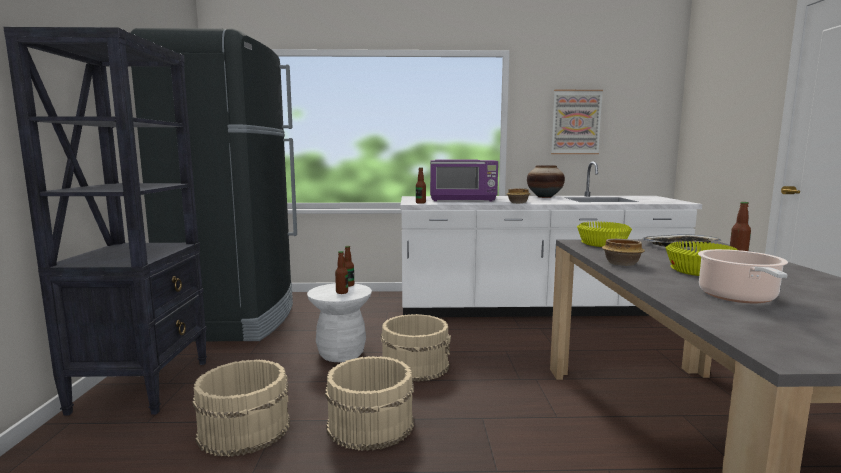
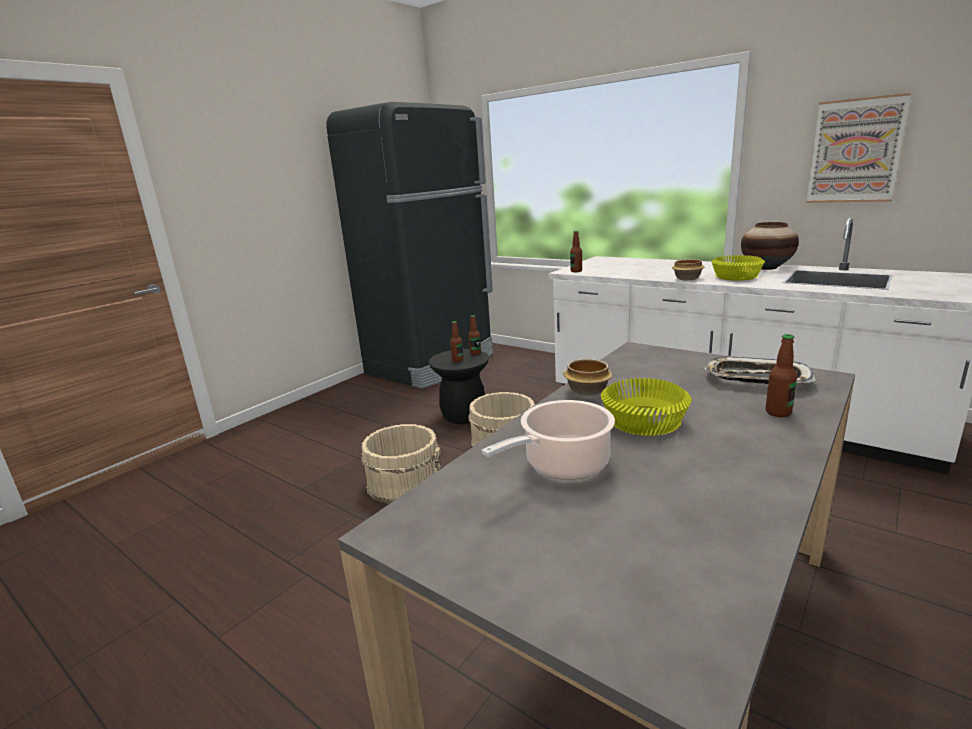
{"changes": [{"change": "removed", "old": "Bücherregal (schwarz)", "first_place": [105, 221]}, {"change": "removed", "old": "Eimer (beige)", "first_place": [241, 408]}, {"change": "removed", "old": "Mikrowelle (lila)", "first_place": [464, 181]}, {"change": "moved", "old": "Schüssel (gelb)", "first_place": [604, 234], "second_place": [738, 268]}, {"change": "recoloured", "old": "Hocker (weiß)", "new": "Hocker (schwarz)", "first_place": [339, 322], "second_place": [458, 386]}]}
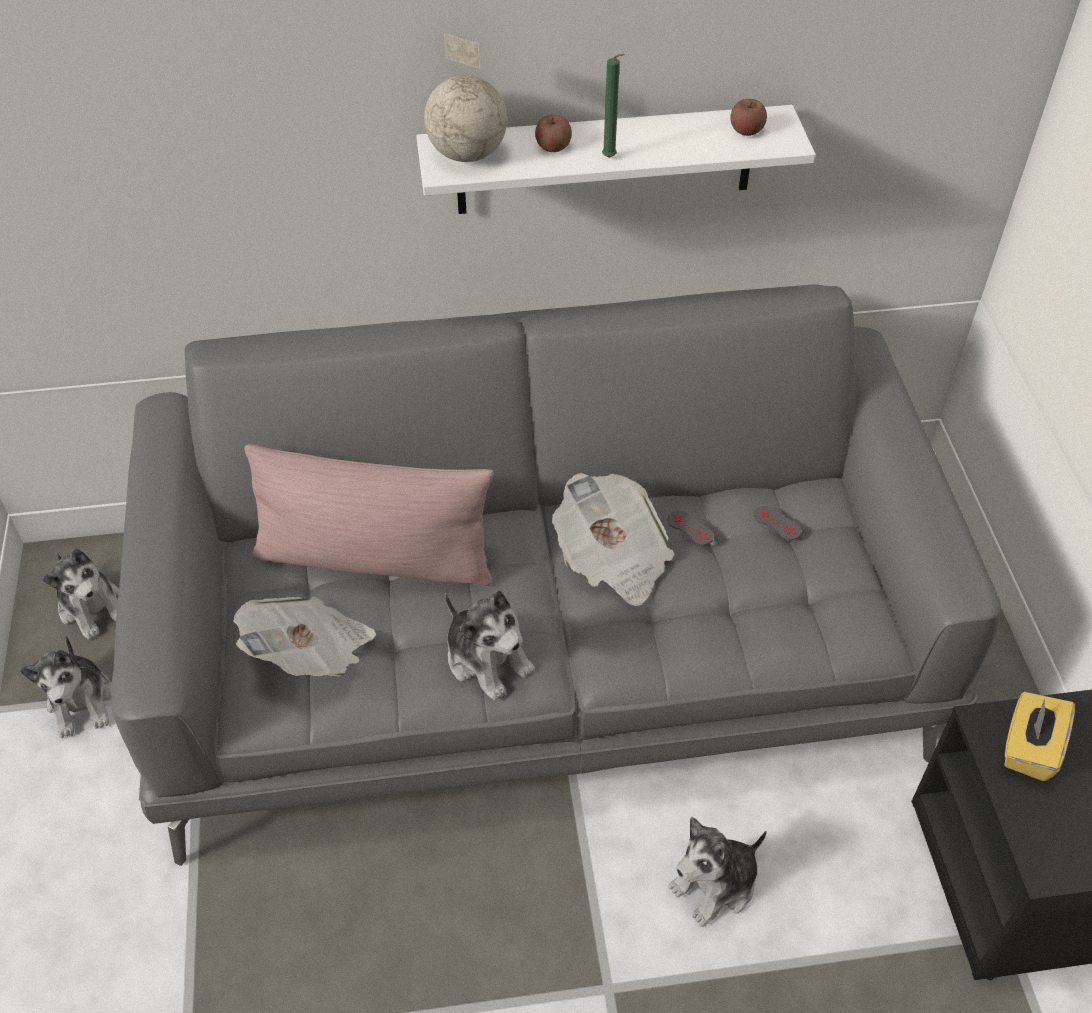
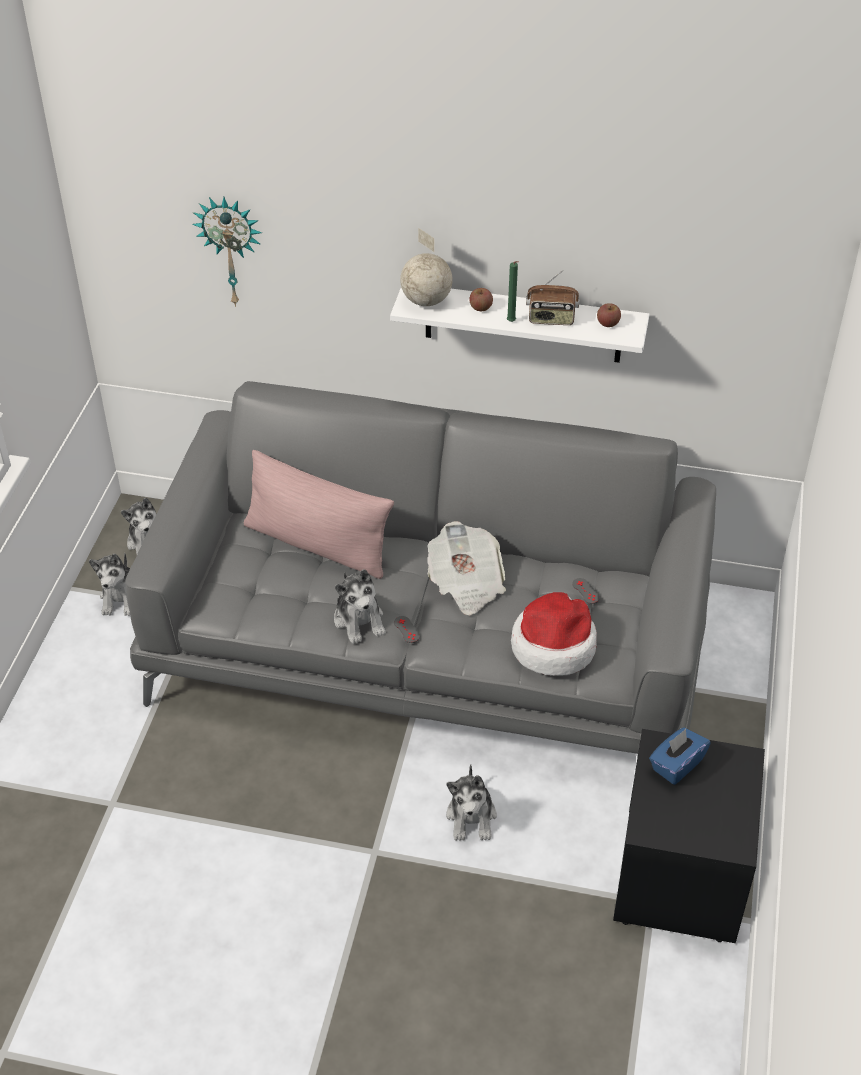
{"changes": [{"change": "removed", "old": "Zeitung", "first_place": [304, 637]}, {"change": "added", "new": "Wanduhr", "second_place": [227, 252]}, {"change": "added", "new": "Hut", "second_place": [554, 634]}, {"change": "added", "new": "Radio", "second_place": [552, 297]}, {"change": "moved", "old": "Gamepad (grau)", "first_place": [690, 528], "second_place": [407, 629]}, {"change": "recoloured", "old": "Taschentuchbox (gelb)", "new": "Taschentuchbox (blau)", "first_place": [1039, 736], "second_place": [680, 756]}, {"change": "turned", "old": "Plüschtier", "first_place": [718, 872], "second_place": [471, 802], "degrees": -75}]}
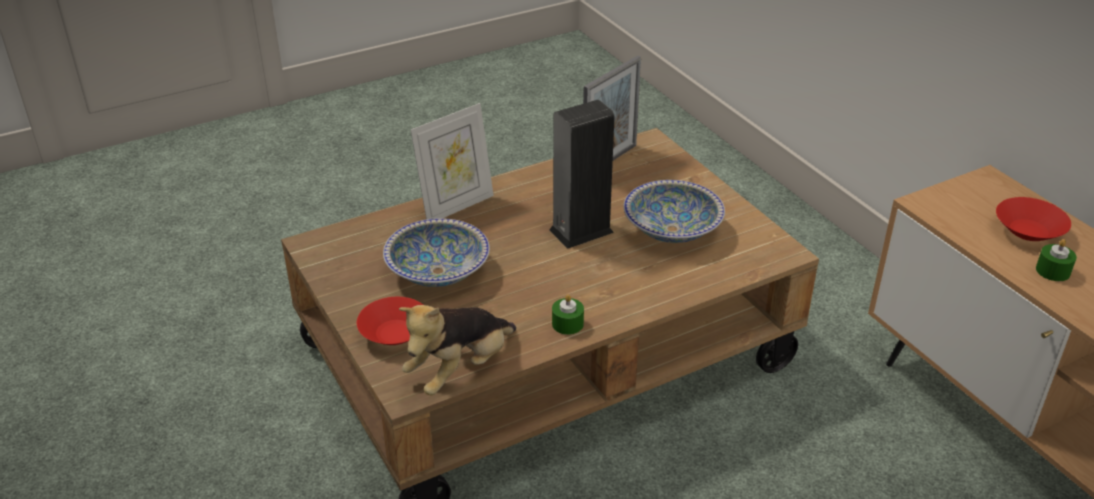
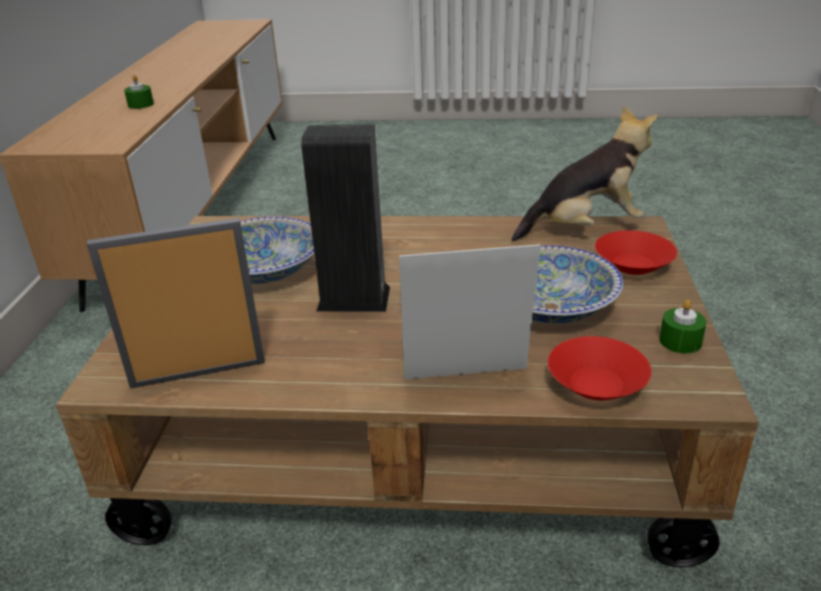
{"changes": [{"change": "moved", "old": "Kerze (grün)", "first_place": [568, 314], "second_place": [683, 327]}, {"change": "moved", "old": "Schüssel (rot)", "first_place": [1033, 219], "second_place": [599, 368]}]}
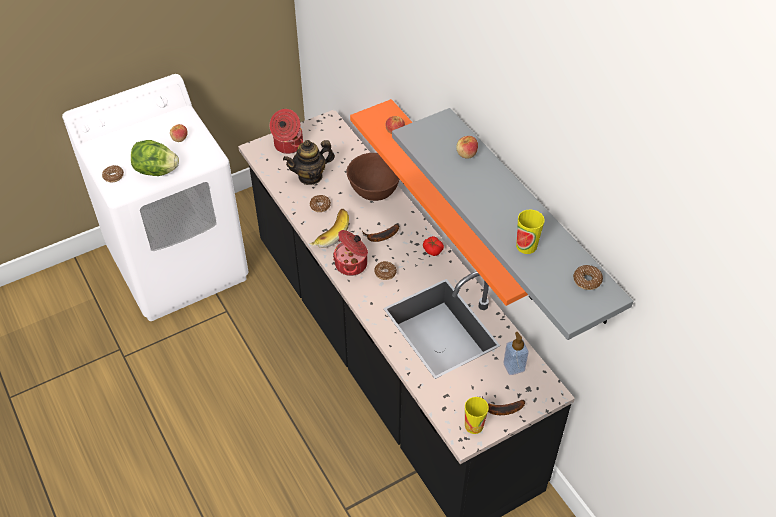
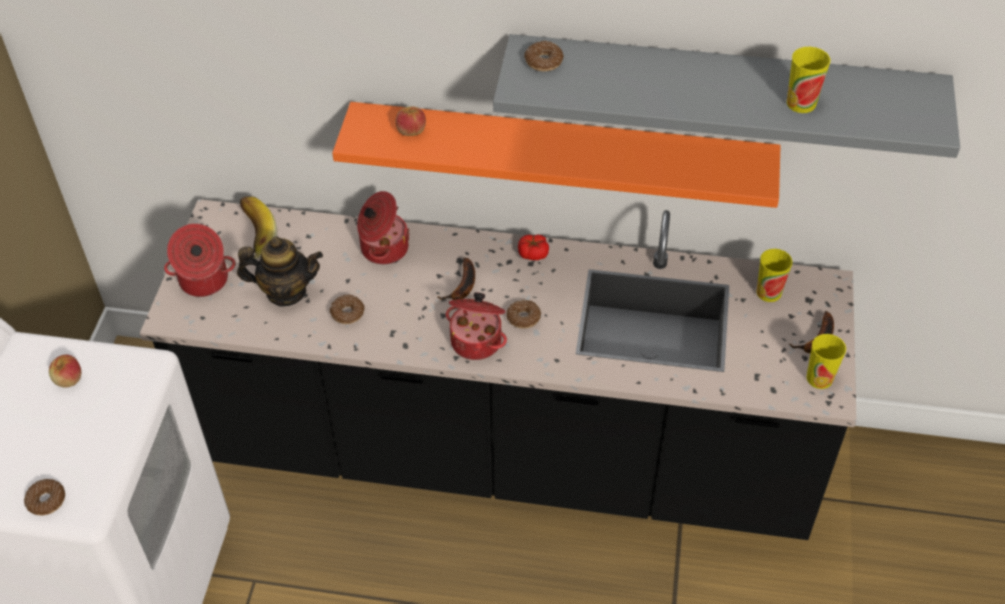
{"changes": [{"change": "removed", "old": "Salatkopf", "first_place": [155, 158]}, {"change": "removed", "old": "Apfel", "first_place": [467, 147]}, {"change": "moved", "old": "Banane", "first_place": [329, 228], "second_place": [258, 227]}, {"change": "moved", "old": "Donut", "first_place": [588, 277], "second_place": [544, 56]}, {"change": "replaced", "old": "Schüssel (braun)", "new": "Kochtopf", "first_place": [373, 177], "second_place": [383, 227]}, {"change": "replaced", "old": "Seifenspender", "new": "Tasse", "first_place": [516, 353], "second_place": [775, 275]}, {"change": "turned", "old": "Teekanne", "first_place": [309, 162], "second_place": [280, 271], "degrees": -105}]}
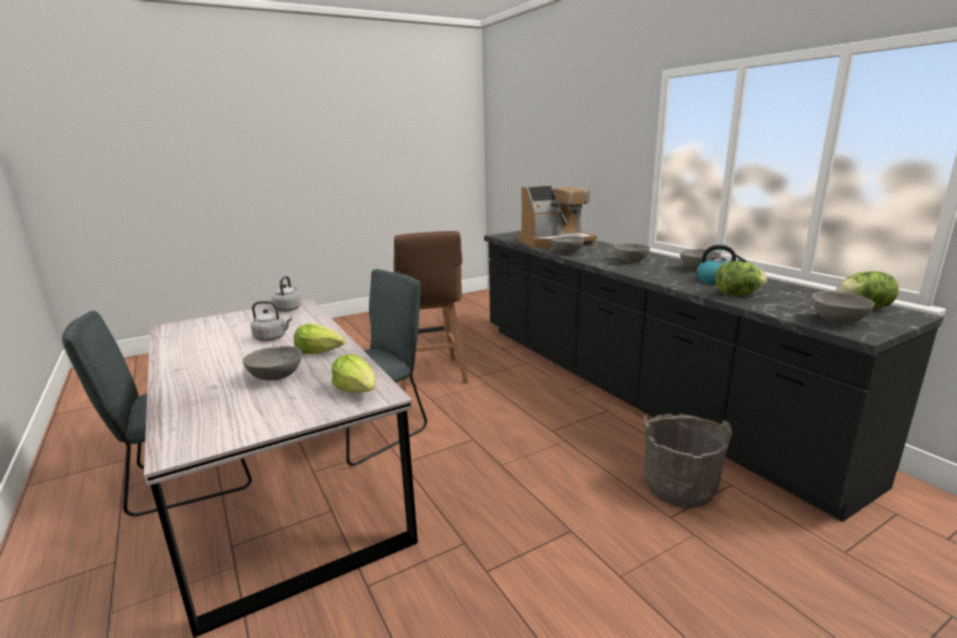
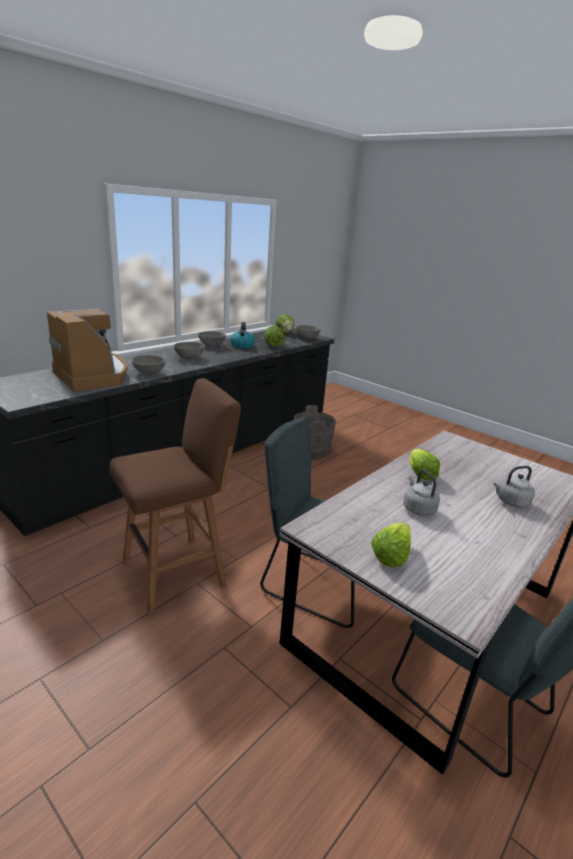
{"changes": [{"change": "removed", "old": "Schüssel (grau)", "first_place": [272, 363]}, {"change": "moved", "old": "Wasserkessel (grau)", "first_place": [286, 294], "second_place": [514, 487]}, {"change": "moved", "old": "Salatkopf", "first_place": [353, 373], "second_place": [391, 545]}]}
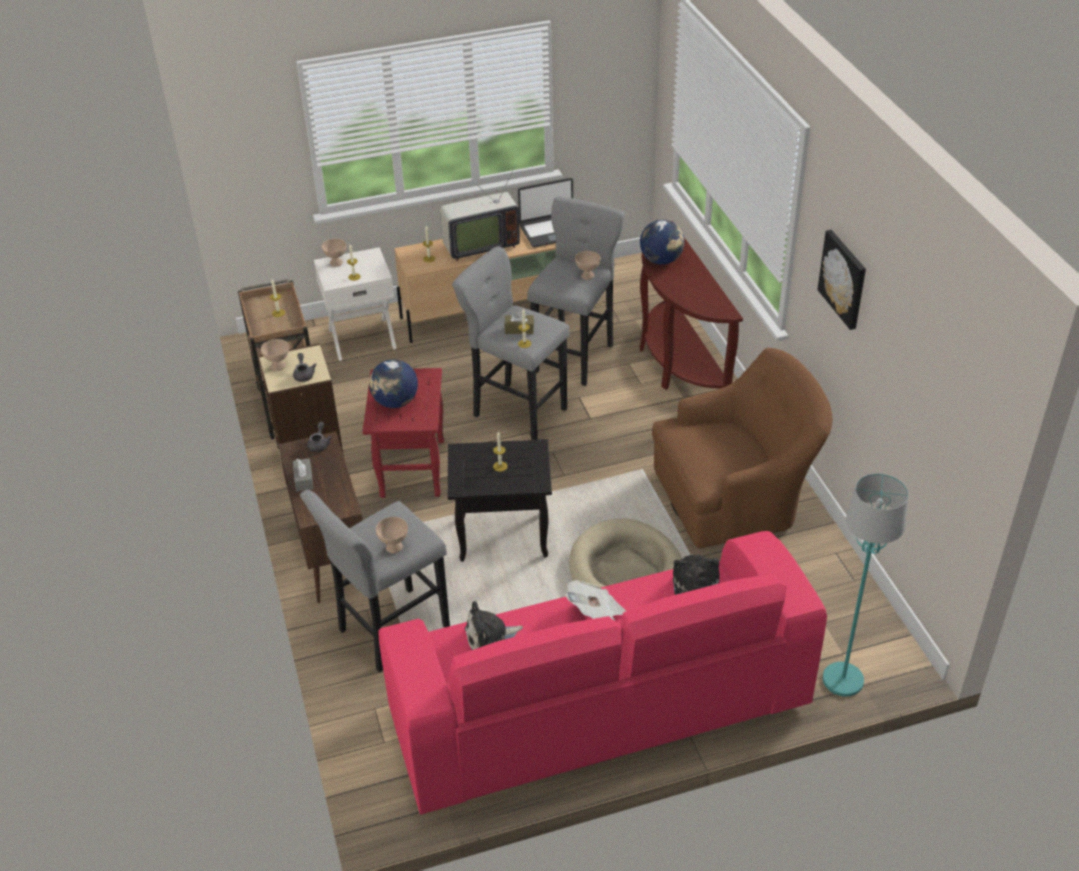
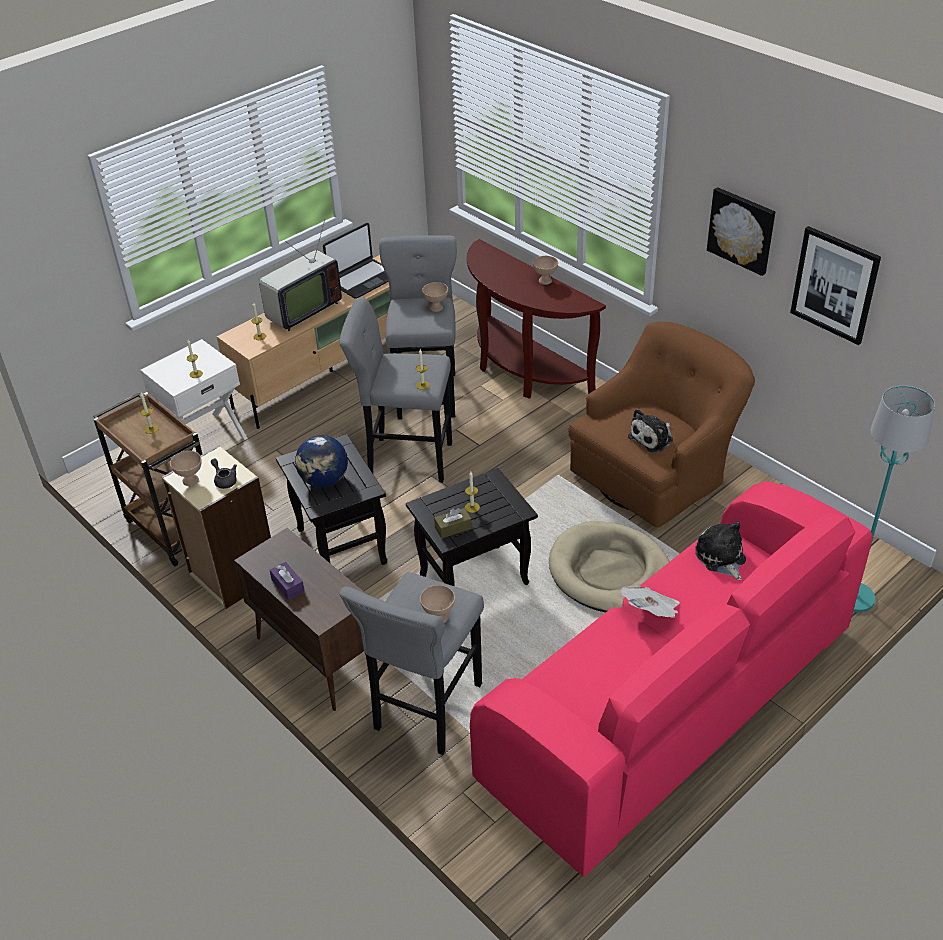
{"changes": [{"change": "removed", "old": "Teekanne (grau)", "first_place": [319, 437]}, {"change": "removed", "old": "Globus", "first_place": [662, 242]}, {"change": "added", "new": "Bild", "second_place": [835, 285]}, {"change": "moved", "old": "Schüssel (beige)", "first_place": [334, 253], "second_place": [545, 270]}, {"change": "moved", "old": "Plüschtier", "first_place": [494, 625], "second_place": [650, 430]}, {"change": "moved", "old": "Taschentuchbox (braun)", "first_place": [519, 322], "second_place": [453, 523]}, {"change": "recoloured", "old": "Taschentuchbox (grau)", "new": "Taschentuchbox (lila)", "first_place": [303, 475], "second_place": [287, 581]}, {"change": "recoloured", "old": "Beistelltisch (rot)", "new": "Beistelltisch (schwarz)", "first_place": [403, 433], "second_place": [331, 499]}]}
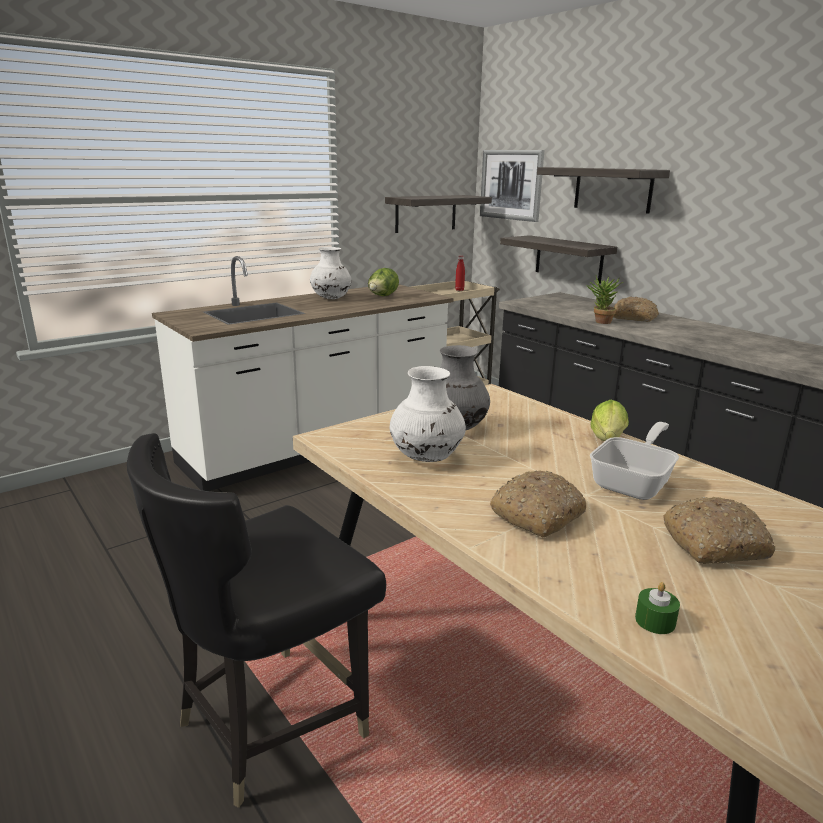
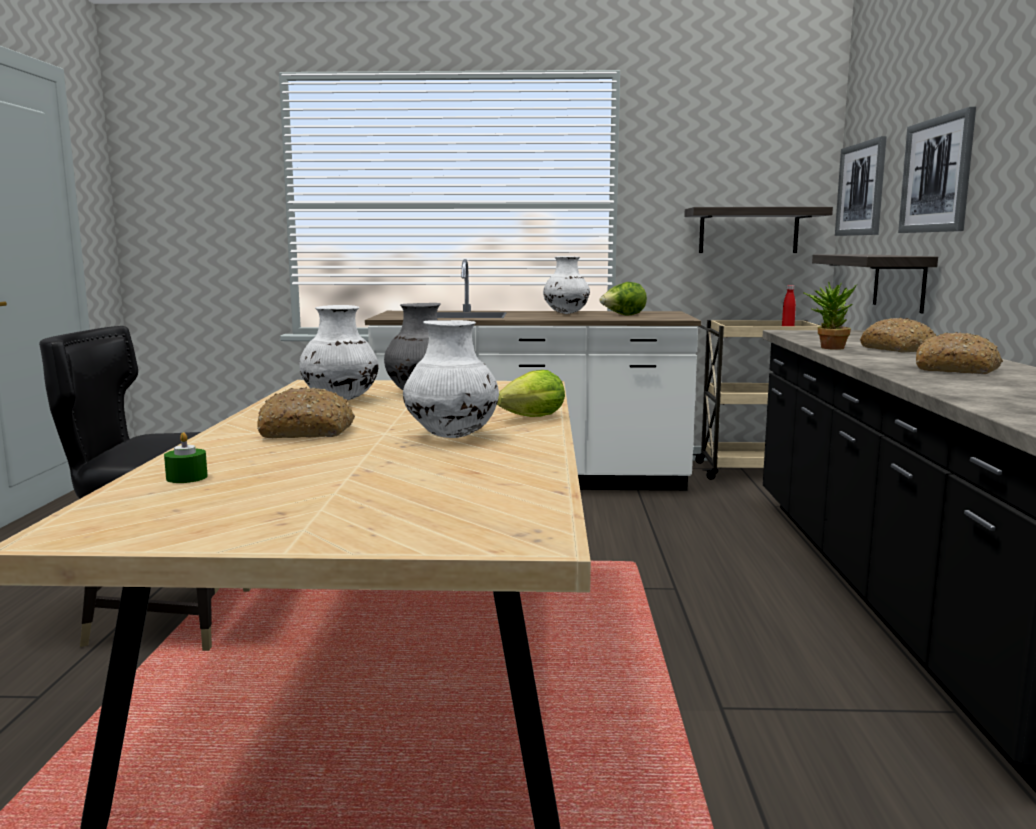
{"changes": [{"change": "moved", "old": "Brot", "first_place": [719, 530], "second_place": [959, 353]}, {"change": "replaced", "old": "Wandregal", "new": "Bild", "first_place": [603, 190], "second_place": [937, 170]}, {"change": "replaced", "old": "Pfanne", "new": "Vase (weiß)", "first_place": [634, 461], "second_place": [451, 379]}]}
